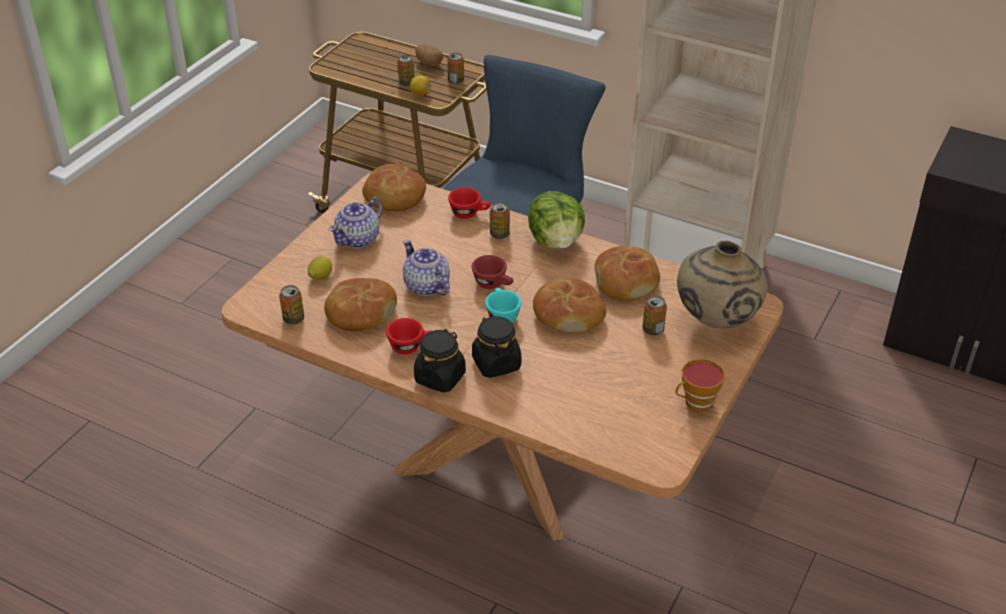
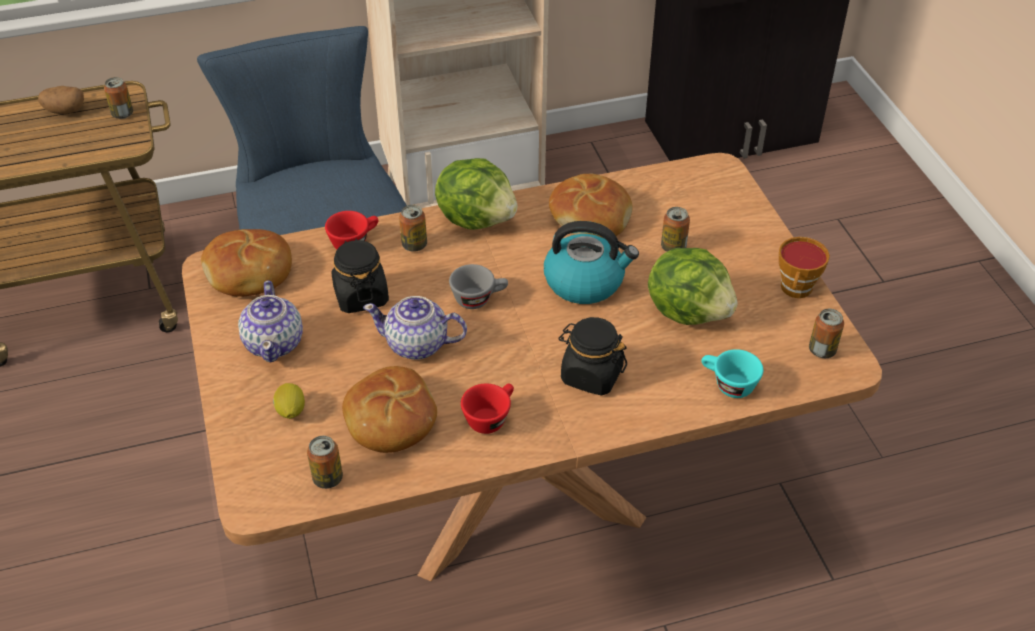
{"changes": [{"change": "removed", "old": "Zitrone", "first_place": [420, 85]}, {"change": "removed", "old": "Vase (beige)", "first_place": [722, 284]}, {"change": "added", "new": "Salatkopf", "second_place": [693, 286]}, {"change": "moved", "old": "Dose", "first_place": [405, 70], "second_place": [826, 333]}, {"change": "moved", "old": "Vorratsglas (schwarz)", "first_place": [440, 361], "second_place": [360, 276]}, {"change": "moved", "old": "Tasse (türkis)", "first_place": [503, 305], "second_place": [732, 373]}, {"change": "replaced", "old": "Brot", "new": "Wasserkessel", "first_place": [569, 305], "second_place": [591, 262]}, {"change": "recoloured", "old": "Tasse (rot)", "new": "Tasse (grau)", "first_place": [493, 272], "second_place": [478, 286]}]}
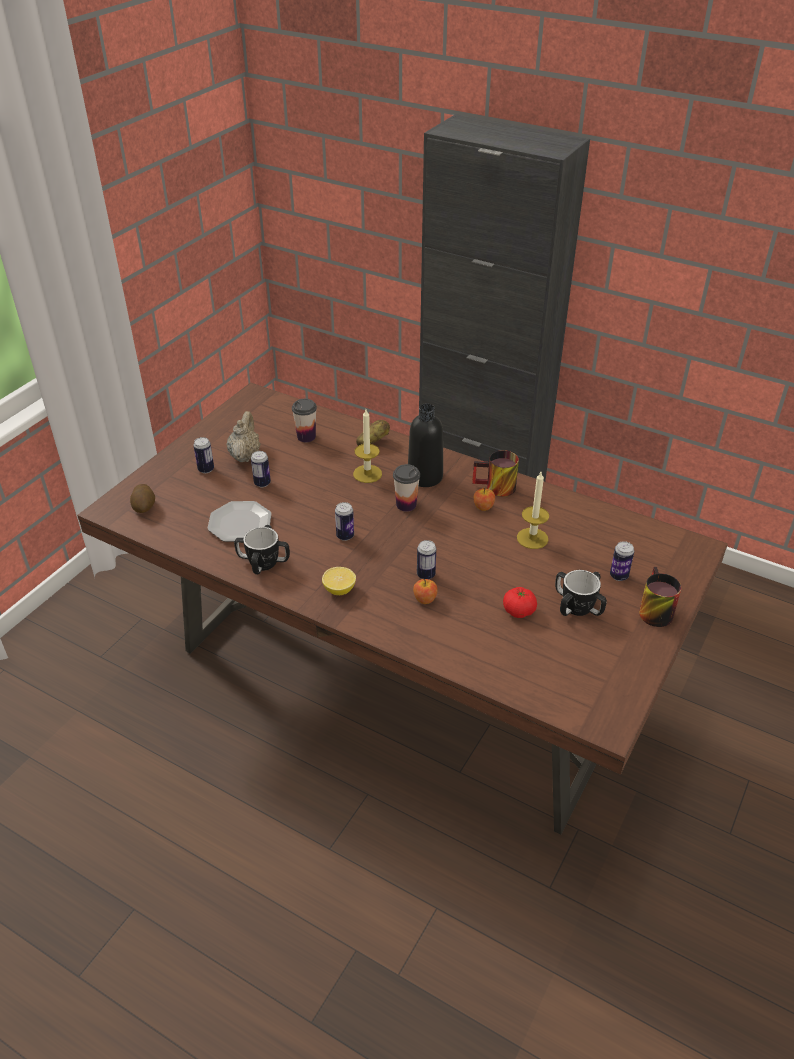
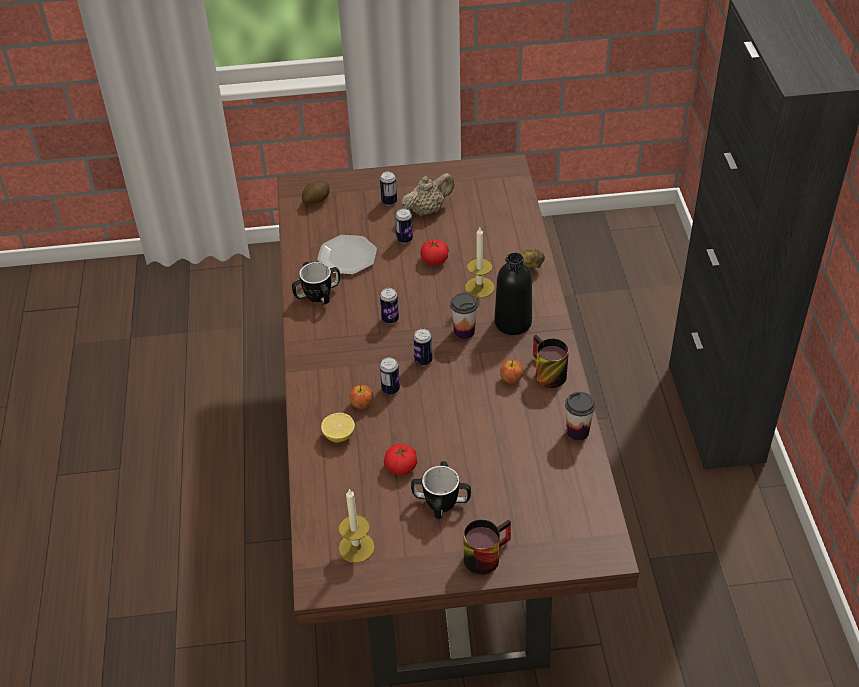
{"changes": [{"change": "added", "new": "Tomate", "second_place": [434, 252]}, {"change": "moved", "old": "Tasse", "first_place": [304, 420], "second_place": [580, 416]}, {"change": "moved", "old": "Zitrone", "first_place": [339, 581], "second_place": [338, 428]}, {"change": "moved", "old": "Kerze", "first_place": [533, 510], "second_place": [356, 525]}, {"change": "moved", "old": "Dose", "first_place": [622, 561], "second_place": [423, 347]}]}
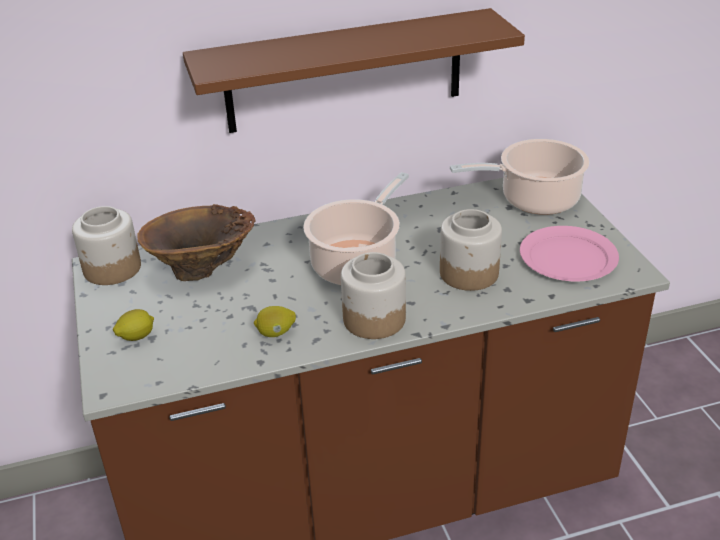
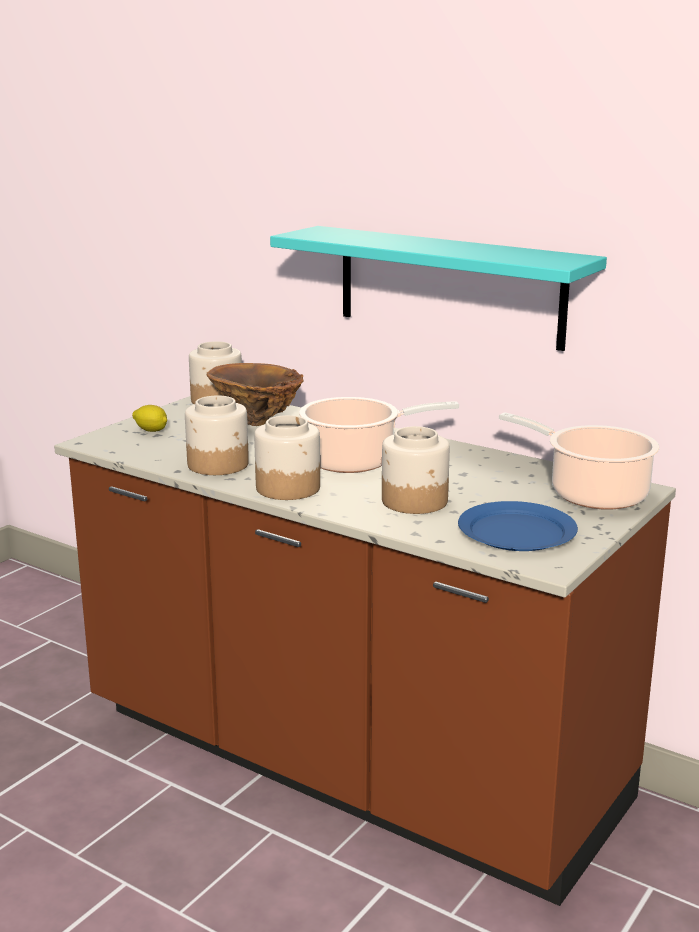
{"changes": [{"change": "replaced", "old": "Zitrone", "new": "Vorratsglas", "first_place": [275, 321], "second_place": [217, 435]}, {"change": "recoloured", "old": "Wandregal (braun)", "new": "Wandregal (türkis)", "first_place": [354, 70], "second_place": [438, 288]}, {"change": "recoloured", "old": "Teller (rosa)", "new": "Teller (blau)", "first_place": [569, 253], "second_place": [518, 526]}]}
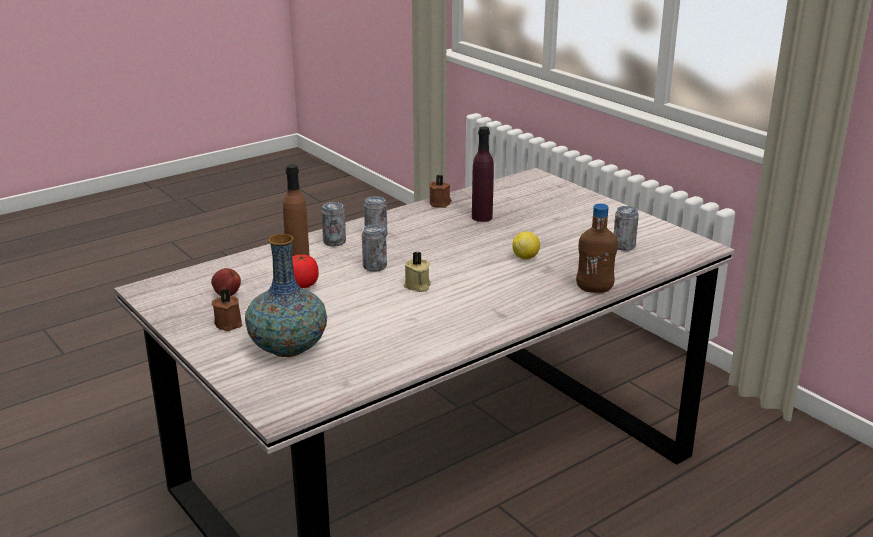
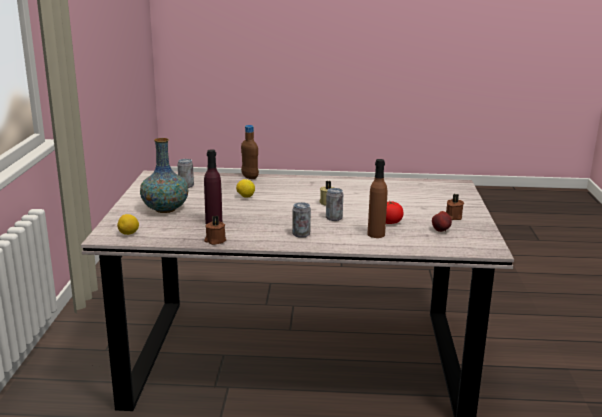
{"changes": [{"change": "removed", "old": "Dose", "first_place": [333, 224]}, {"change": "added", "new": "Zitrone", "second_place": [128, 224]}, {"change": "moved", "old": "Vase", "first_place": [286, 295], "second_place": [164, 175]}]}
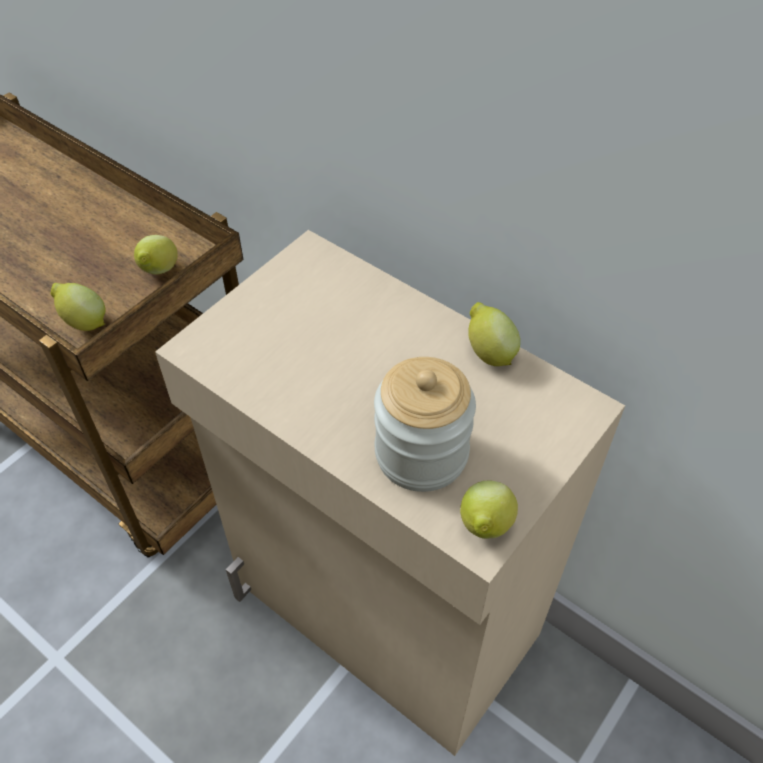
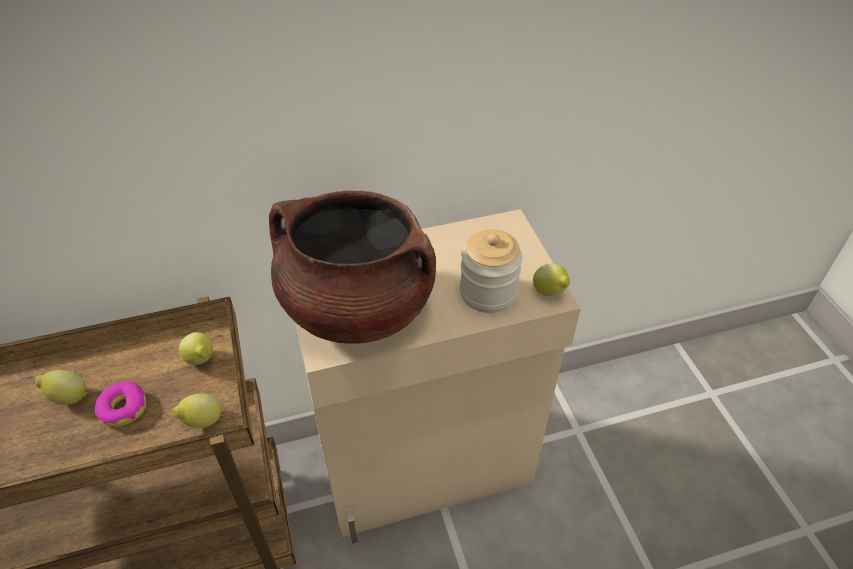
{"changes": [{"change": "added", "new": "Donut", "second_place": [120, 404]}, {"change": "added", "new": "Kochtopf (braun)", "second_place": [352, 267]}, {"change": "moved", "old": "Zitrone", "first_place": [494, 334], "second_place": [61, 387]}]}
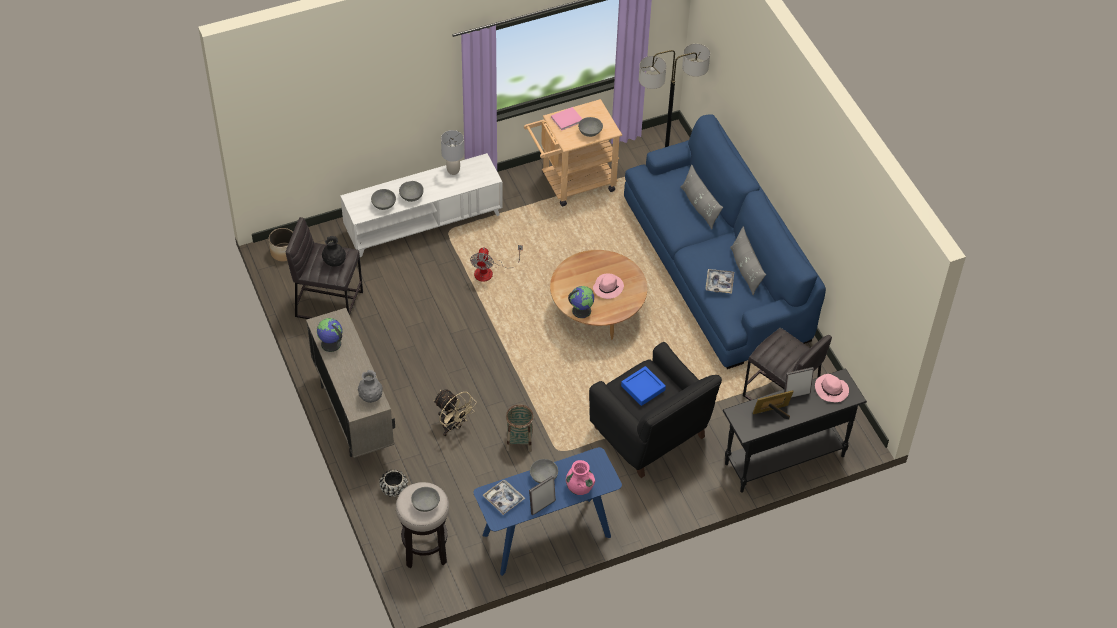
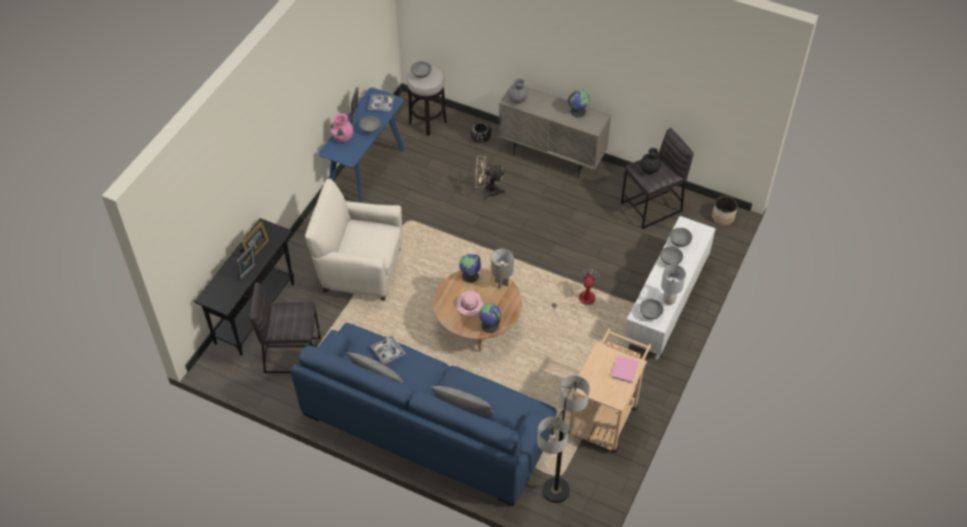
{"changes": [{"change": "removed", "old": "Korb", "first_place": [520, 428]}, {"change": "removed", "old": "Tablett (blau)", "first_place": [643, 386]}, {"change": "removed", "old": "Hut (rosa)", "first_place": [832, 388]}, {"change": "added", "new": "Globus", "second_place": [490, 318]}, {"change": "added", "new": "Tischlampe (grau)", "second_place": [502, 269]}, {"change": "moved", "old": "Schüssel (grau)", "first_place": [590, 127], "second_place": [651, 309]}, {"change": "recoloured", "old": "Sessel (schwarz)", "new": "Sessel (beige)", "first_place": [655, 410], "second_place": [353, 240]}, {"change": "turned", "old": "Ventilator", "first_place": [496, 263], "second_place": [576, 289], "degrees": 45}]}
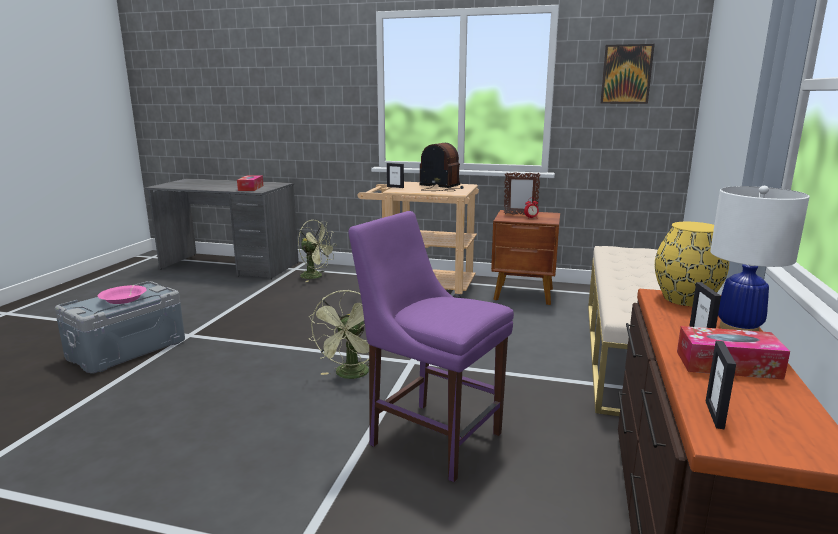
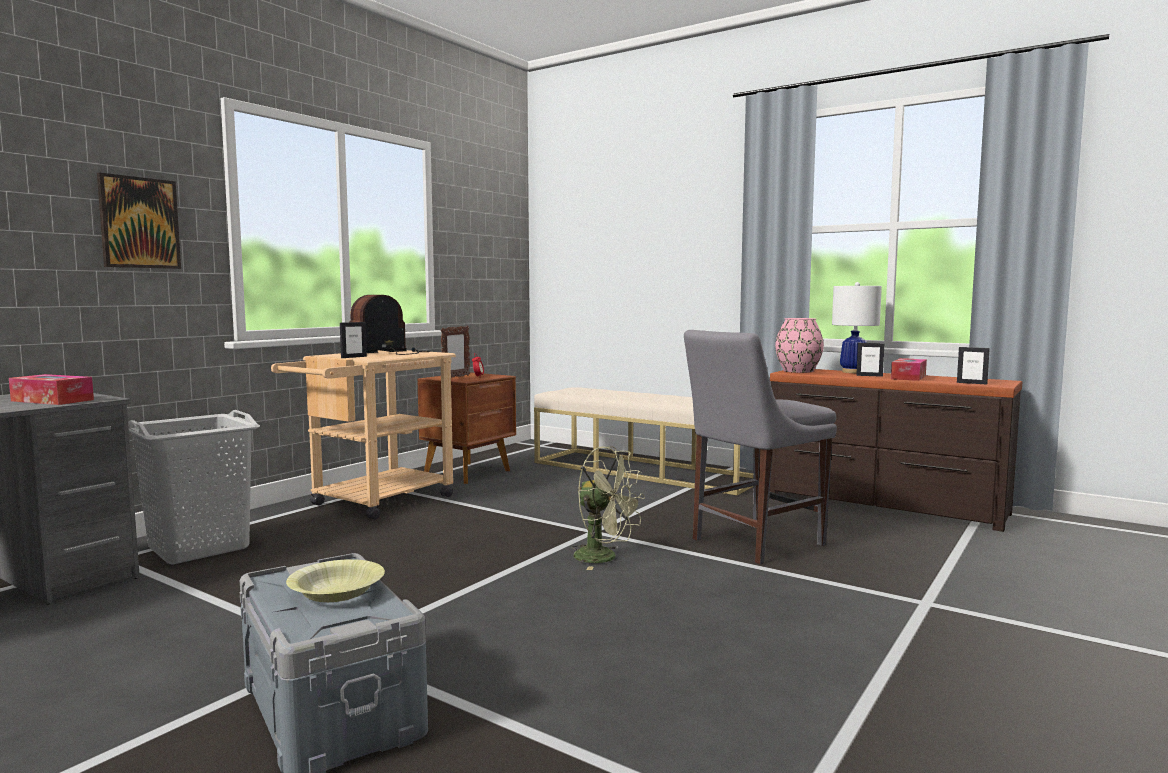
{"changes": [{"change": "moved", "old": "Bild", "first_place": [627, 74], "second_place": [139, 220]}, {"change": "replaced", "old": "Ventilator (grün)", "new": "Wäschekorb (grau)", "first_place": [317, 251], "second_place": [194, 487]}, {"change": "recoloured", "old": "Schüssel (rosa)", "new": "Schüssel (gelb)", "first_place": [122, 294], "second_place": [335, 580]}, {"change": "recoloured", "old": "Stuhl (lila)", "new": "Stuhl (grau)", "first_place": [431, 346], "second_place": [760, 447]}, {"change": "recoloured", "old": "Vase (gelb)", "new": "Vase (rosa)", "first_place": [692, 264], "second_place": [799, 345]}]}
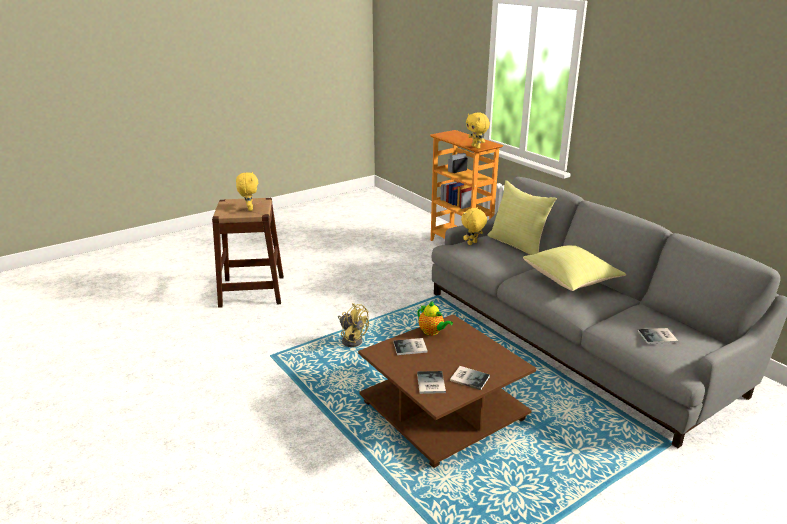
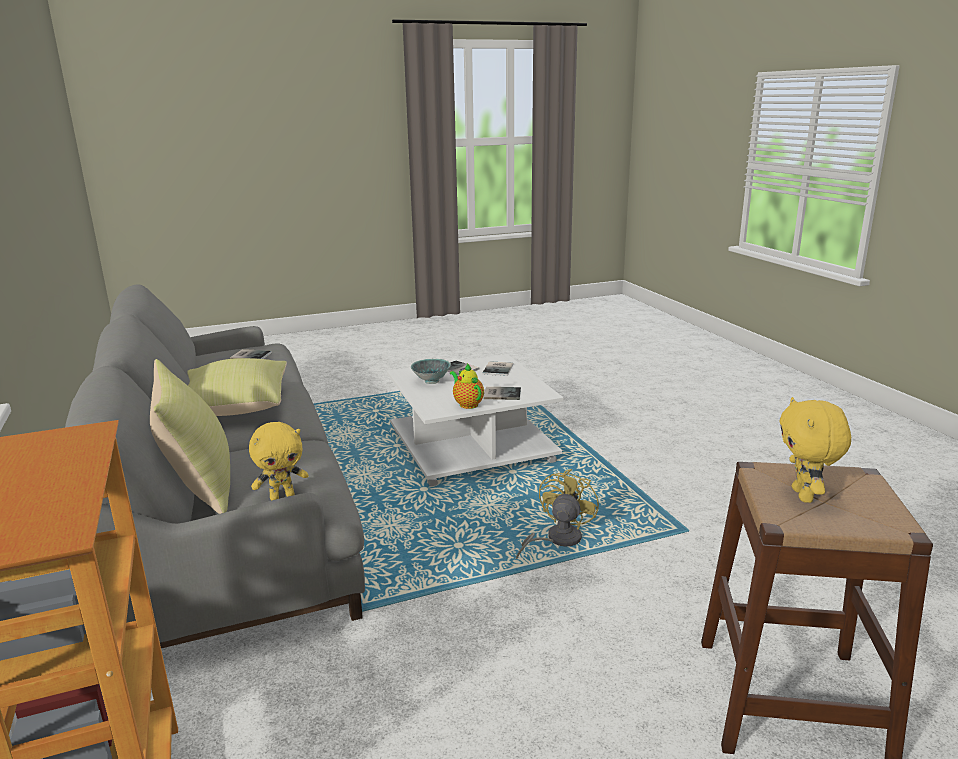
{"changes": [{"change": "removed", "old": "Plüschtier (gelb)", "first_place": [478, 130]}, {"change": "added", "new": "Schüssel", "second_place": [431, 371]}, {"change": "recoloured", "old": "Couchtisch (braun)", "new": "Couchtisch (weiß)", "first_place": [447, 391], "second_place": [475, 420]}, {"change": "turned", "old": "Ventilator (gelb)", "first_place": [353, 325], "second_place": [557, 514], "degrees": 60}]}
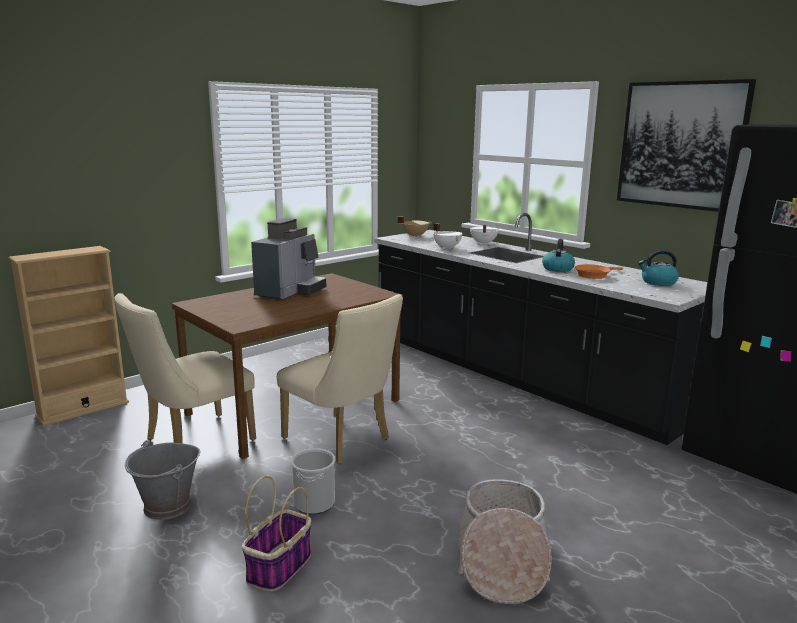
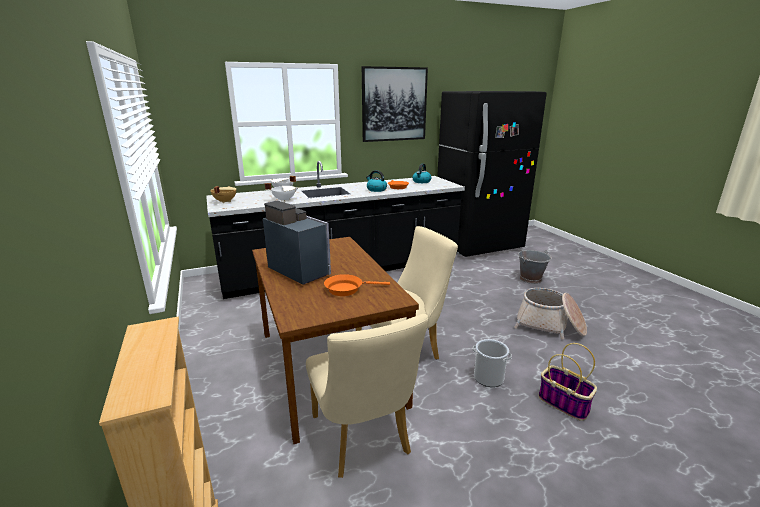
{"changes": [{"change": "added", "new": "Pfanne (orange)", "second_place": [357, 285]}, {"change": "moved", "old": "Eimer (grau)", "first_place": [163, 480], "second_place": [535, 267]}]}
